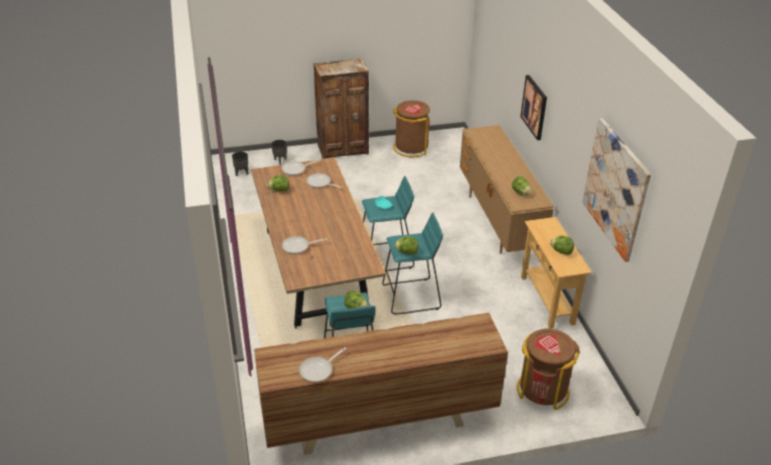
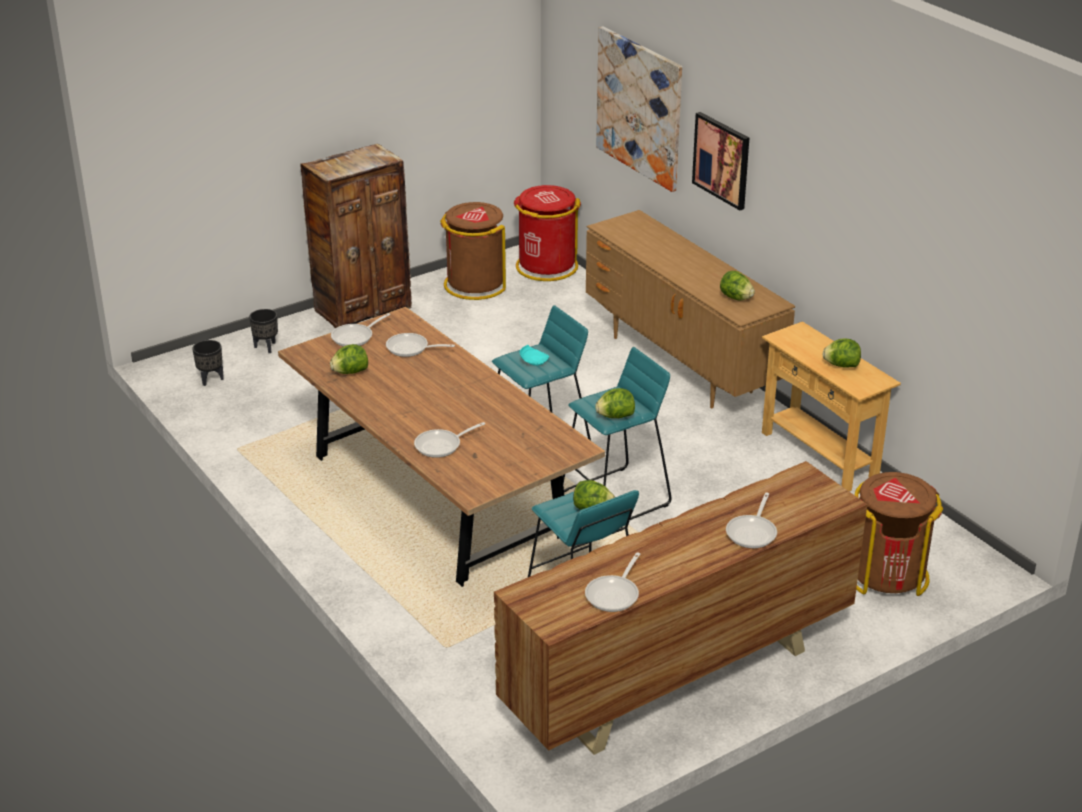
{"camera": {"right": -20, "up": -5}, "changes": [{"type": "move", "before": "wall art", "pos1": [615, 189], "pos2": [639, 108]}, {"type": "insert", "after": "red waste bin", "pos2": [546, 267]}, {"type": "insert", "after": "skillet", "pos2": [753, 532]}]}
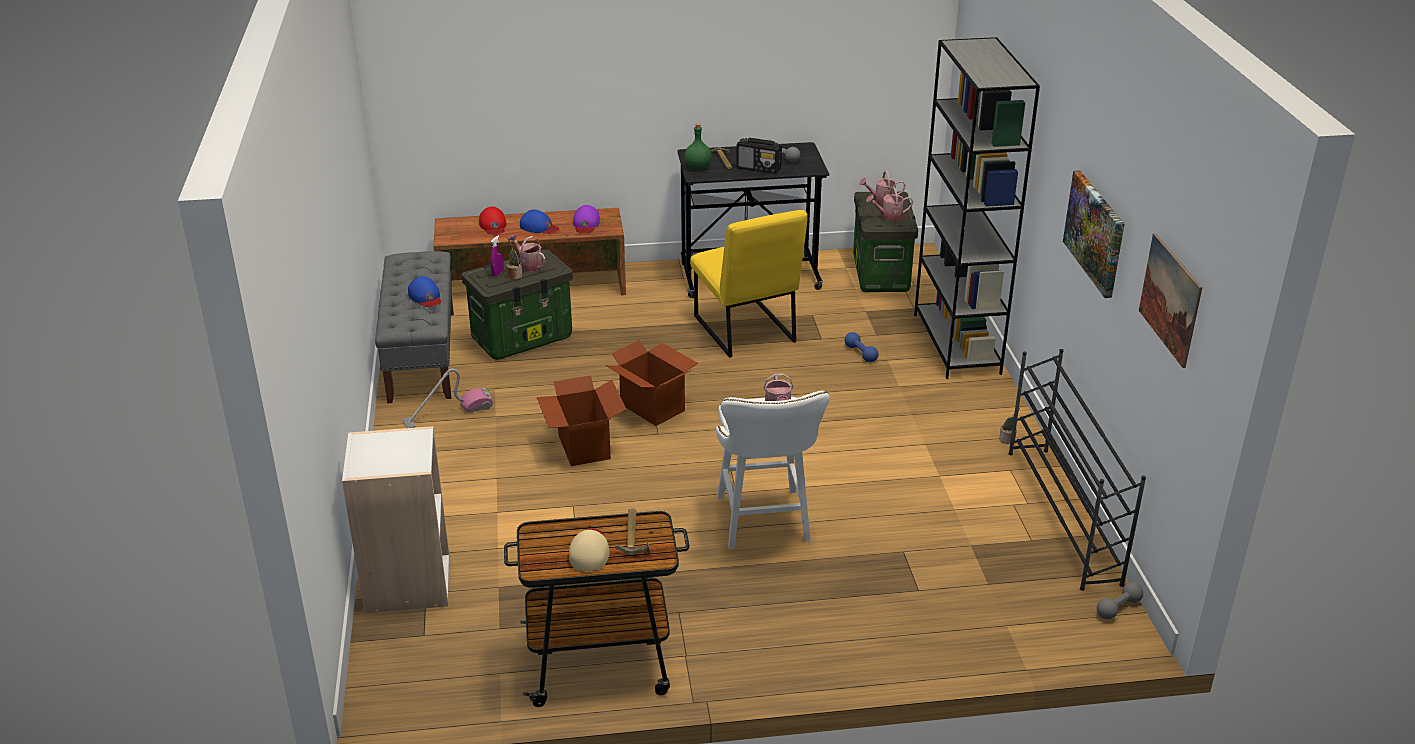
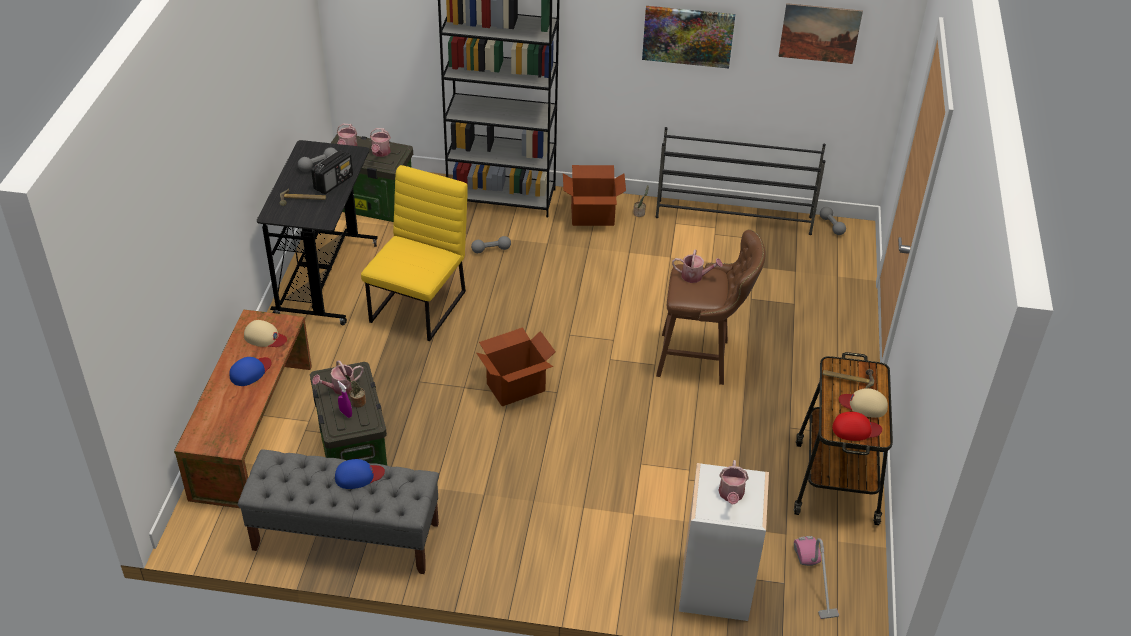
{"camera": {"right": -75, "up": 10}, "changes": [{"type": "delete", "before": "green-coloured beverage bottle", "pos1": [698, 167]}, {"type": "recolor", "before": "purple peaked cap", "after": "sand-coloured peaked cap", "pos1": [586, 223], "pos2": [265, 337]}, {"type": "move", "before": "red peaked cap", "pos1": [493, 225], "pos2": [855, 429]}, {"type": "rotate", "before": "yellow-coloured upright chair", "pos1": [745, 330], "pos2": [420, 304], "turn": -60}, {"type": "recolor", "before": "blue-coloured hand weight", "after": "gray hand weight", "pos1": [860, 353], "pos2": [491, 250]}, {"type": "move", "before": "vacuum", "pos1": [448, 413], "pos2": [815, 580]}, {"type": "move", "before": "packing box", "pos1": [583, 447], "pos2": [592, 216]}, {"type": "recolor", "before": "whitish stool", "after": "brown-coloured stool", "pos1": [765, 527], "pos2": [703, 359]}, {"type": "insert", "after": "watering pot", "pos2": [731, 495]}]}
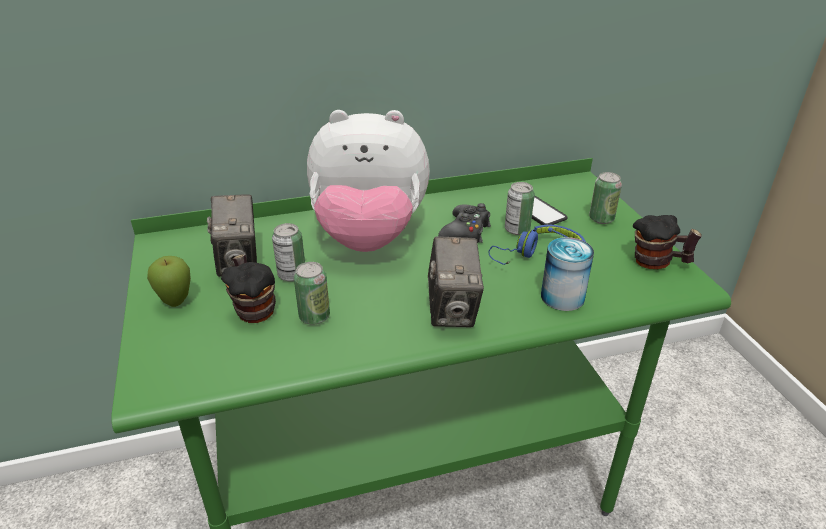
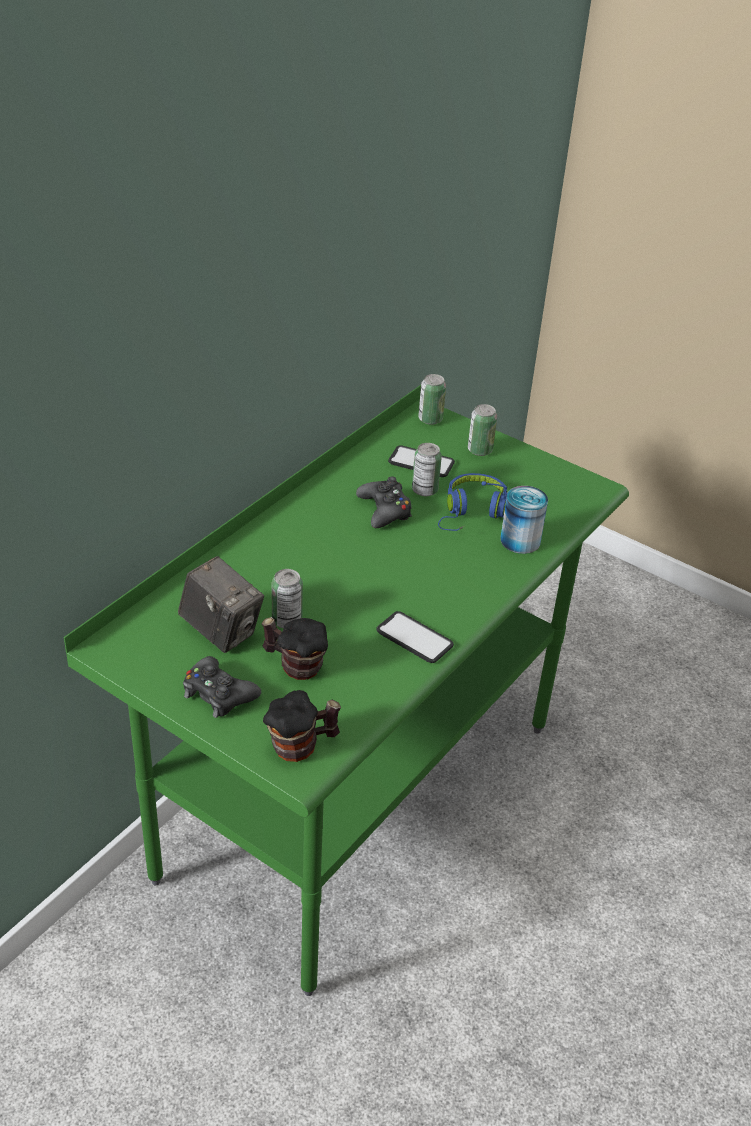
{"camera": {"right": -40, "up": 5}, "changes": [{"type": "delete", "before": "soft toy", "pos1": [369, 237]}, {"type": "move", "before": "tea mug", "pos1": [657, 263], "pos2": [301, 746]}, {"type": "delete", "before": "photo camera", "pos1": [452, 310]}, {"type": "replace", "before": "apple", "after": "black-coloured game controller", "pos1": [176, 302], "pos2": [218, 694]}, {"type": "move", "before": "sealed can", "pos1": [314, 317], "pos2": [430, 419]}, {"type": "insert", "after": "handset", "pos2": [414, 638]}]}
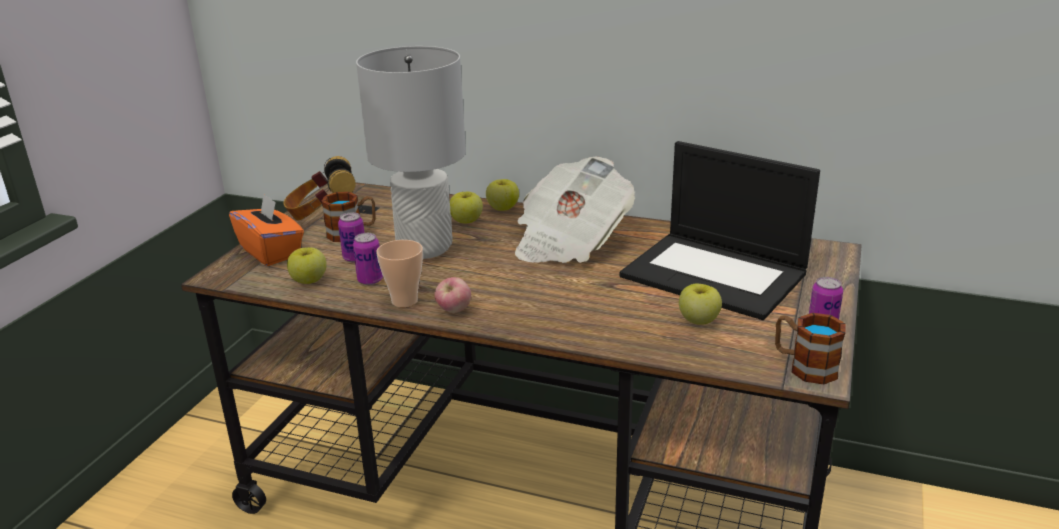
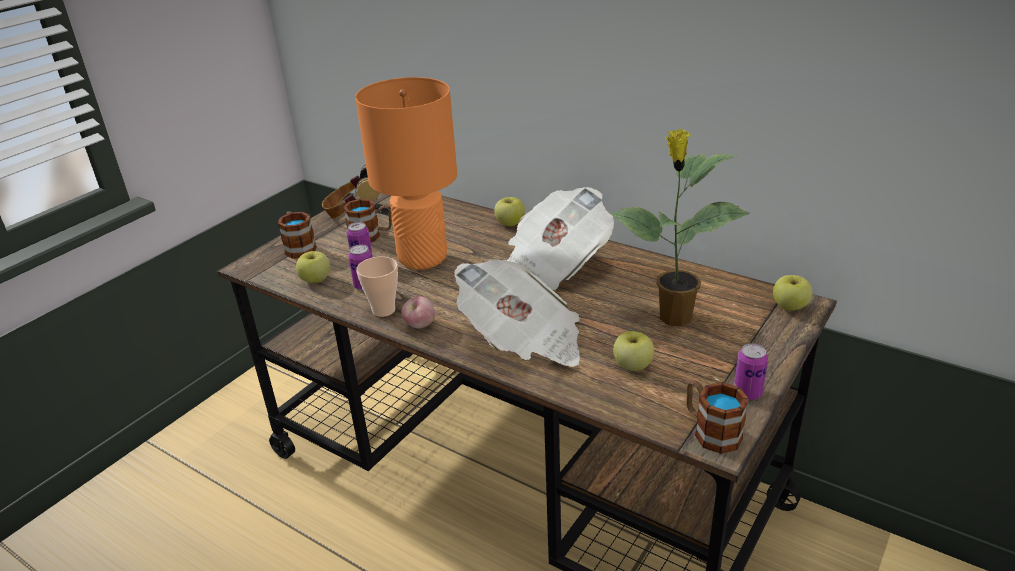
{"camera": {"right": 15, "up": 5}, "changes": [{"type": "recolor", "before": "gray tabletop lamp", "after": "orangey tabletop lamp", "pos1": [424, 251], "pos2": [422, 261]}, {"type": "replace", "before": "notebook computer", "after": "potted plant", "pos1": [716, 275], "pos2": [673, 318]}, {"type": "move", "before": "apple", "pos1": [466, 221], "pos2": [790, 307]}, {"type": "replace", "before": "orangey box of tissues", "after": "tea mug", "pos1": [271, 252], "pos2": [299, 247]}, {"type": "insert", "after": "printed paper", "pos2": [523, 341]}]}
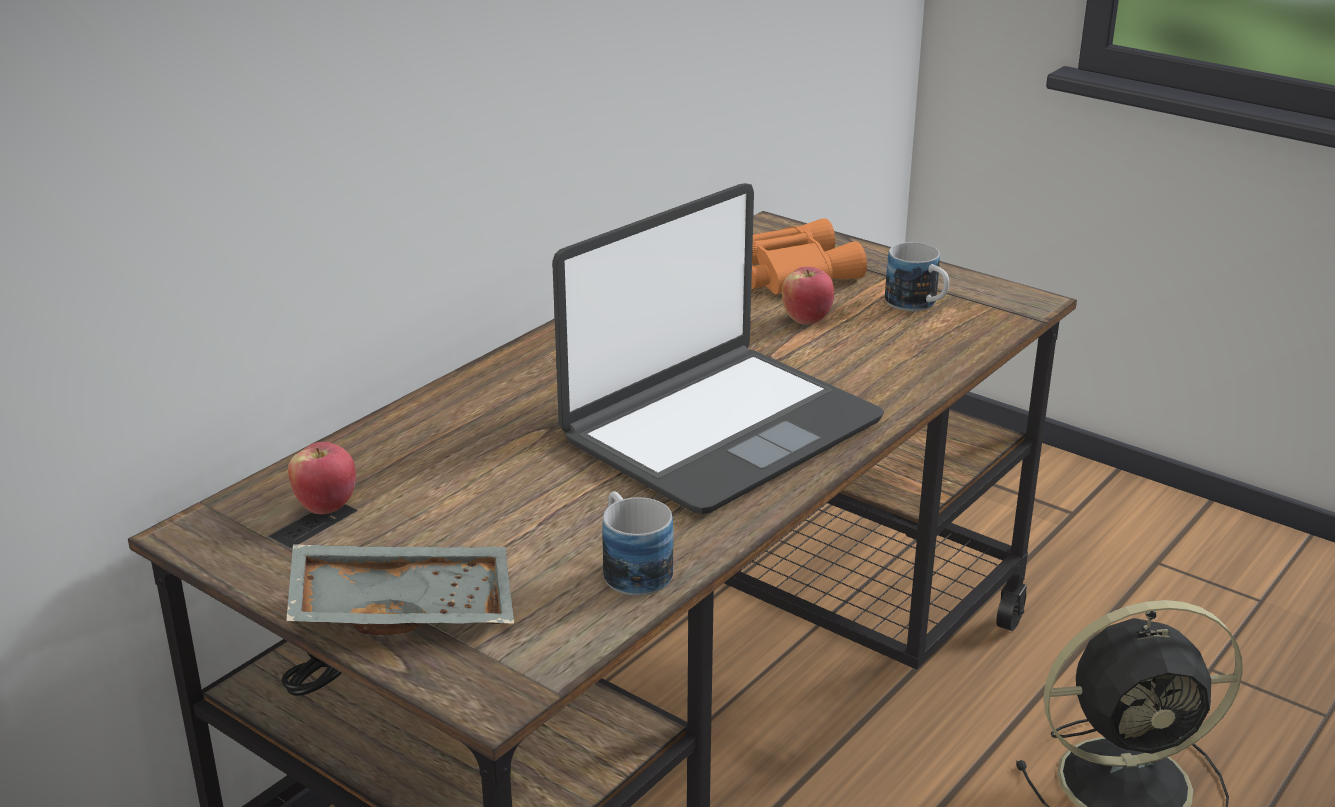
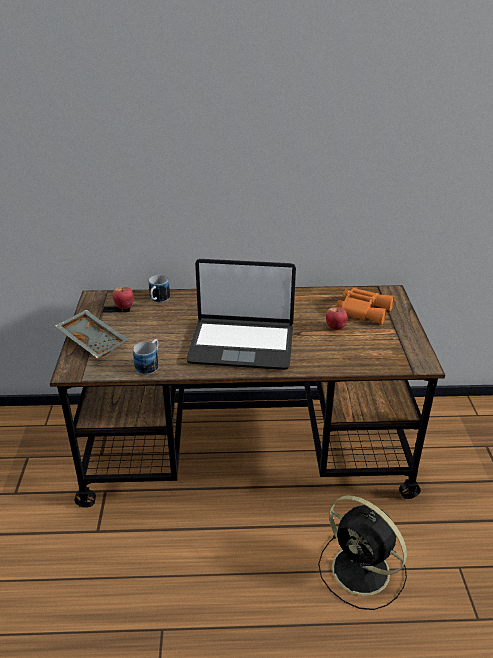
{"camera": {"right": 50, "up": 5}, "changes": [{"type": "move", "before": "tea mug", "pos1": [918, 305], "pos2": [158, 300]}]}
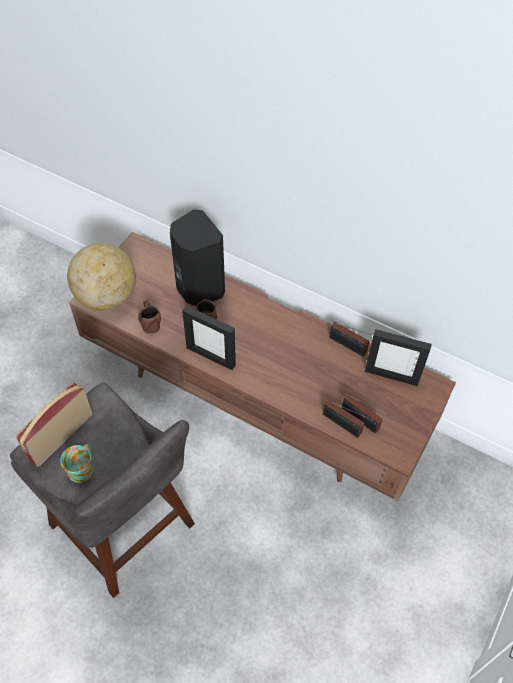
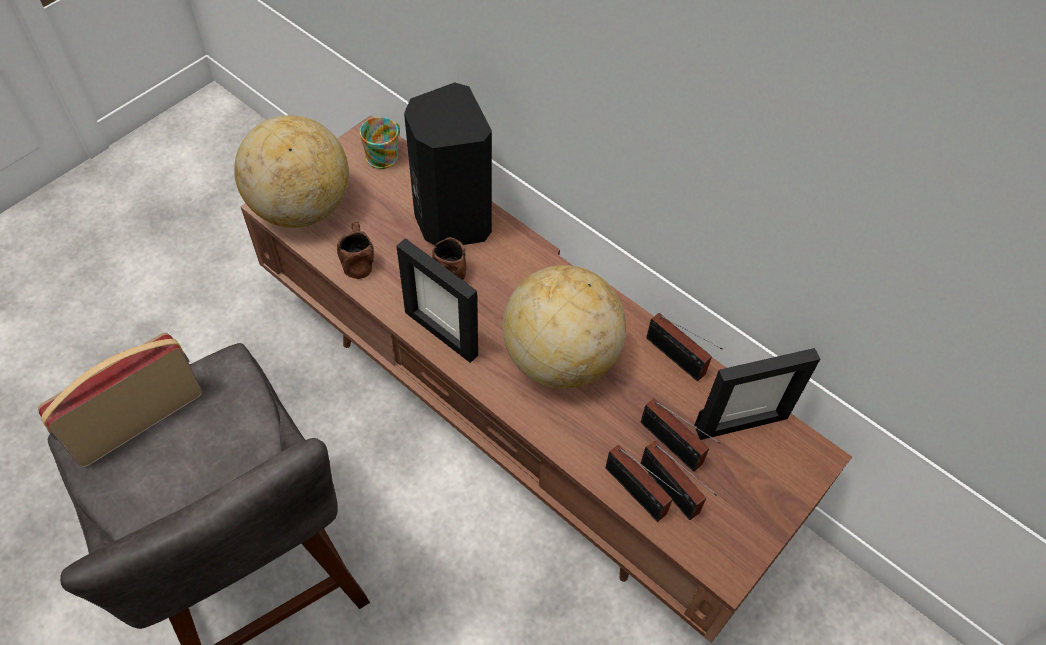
{"camera": {"right": 10, "up": 0}, "changes": [{"type": "rotate", "before": "photo frame", "pos1": [392, 375], "pos2": [741, 422], "turn": -45}, {"type": "move", "before": "tea mug", "pos1": [83, 468], "pos2": [385, 154]}, {"type": "insert", "after": "desk globe", "pos2": [560, 358]}, {"type": "insert", "after": "radio", "pos2": [673, 447]}]}
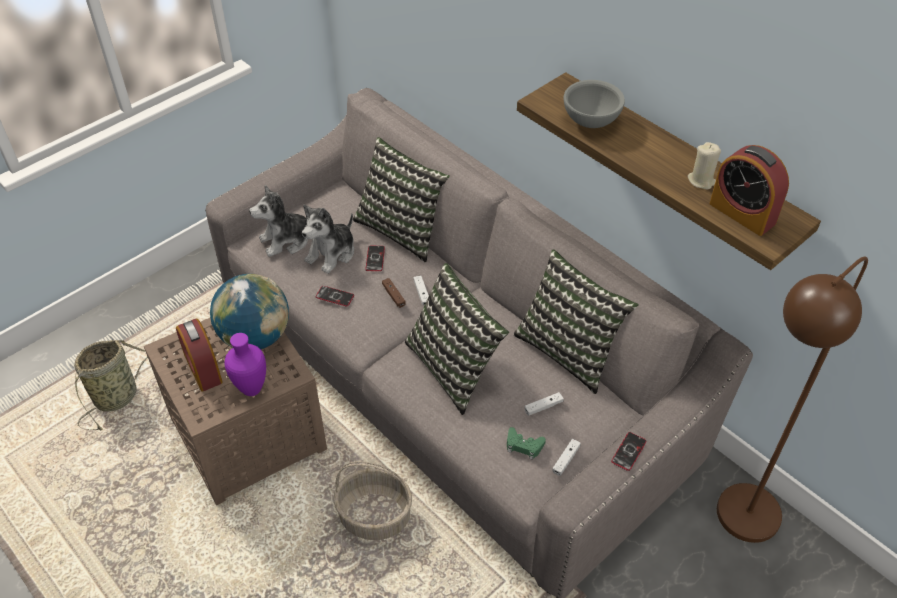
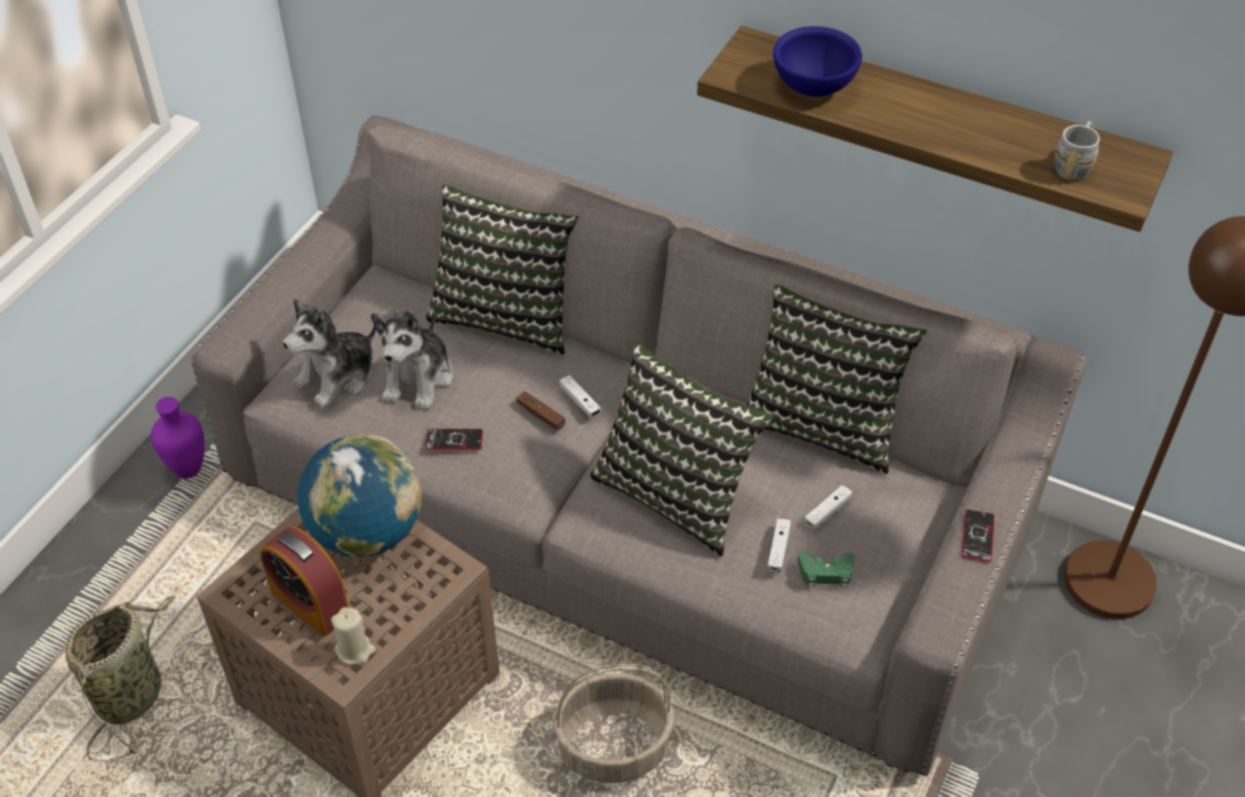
{"camera": {"right": -20, "up": 0}, "changes": [{"type": "recolor", "before": "gray bowl", "after": "blue-coloured bowl", "pos1": [591, 121], "pos2": [814, 87]}, {"type": "move", "before": "sand-coloured wax candle", "pos1": [702, 180], "pos2": [355, 650]}, {"type": "replace", "before": "alarm clock", "after": "gray tea mug", "pos1": [742, 213], "pos2": [1074, 165]}, {"type": "delete", "before": "handset", "pos1": [375, 259]}, {"type": "move", "before": "purple decorative vase", "pos1": [253, 389], "pos2": [190, 469]}, {"type": "move", "before": "whitish game controller", "pos1": [566, 459], "pos2": [778, 549]}]}
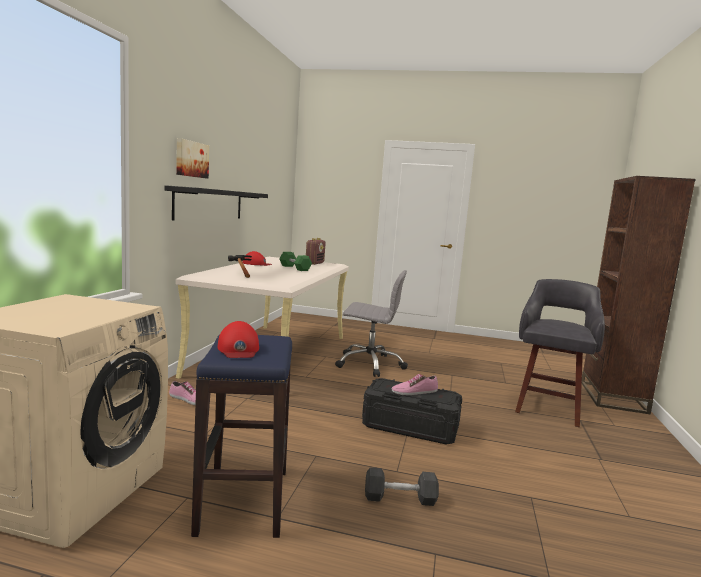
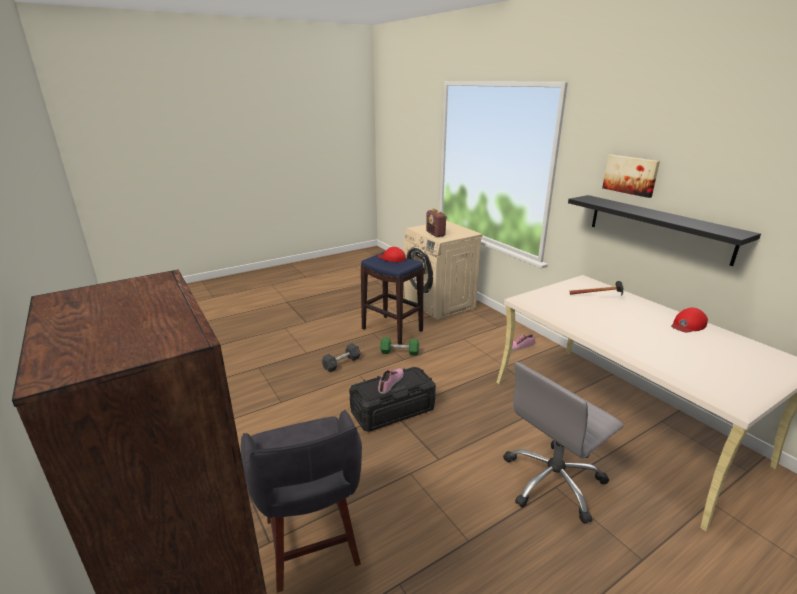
{"camera": {"right": 135, "up": 15}, "changes": [{"type": "move", "before": "radio", "pos1": [314, 263], "pos2": [435, 234]}, {"type": "move", "before": "green-coloured hand weight", "pos1": [294, 268], "pos2": [399, 352]}]}
